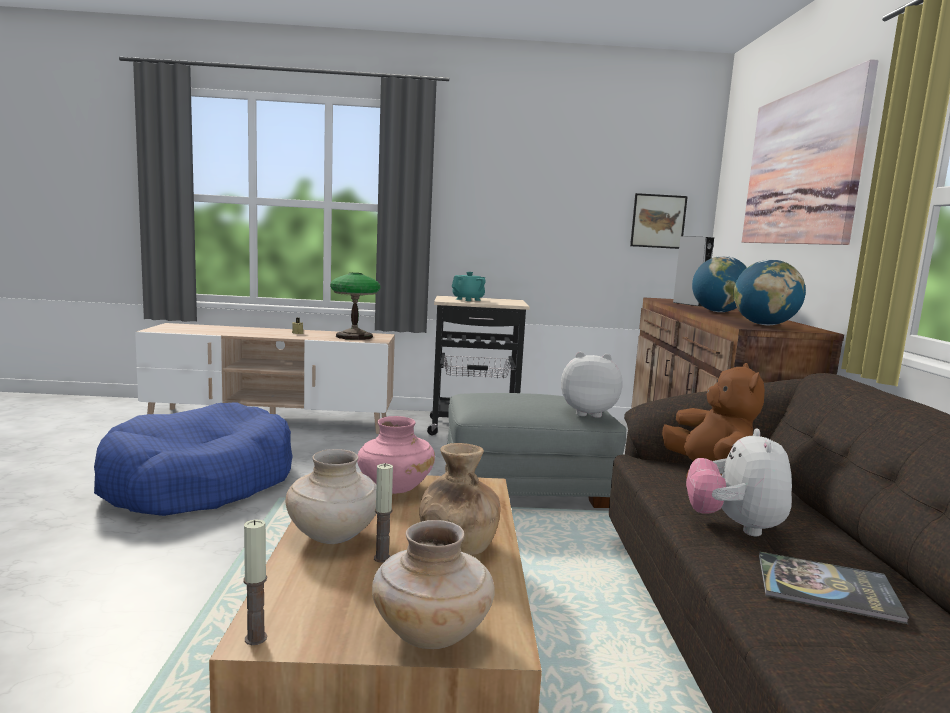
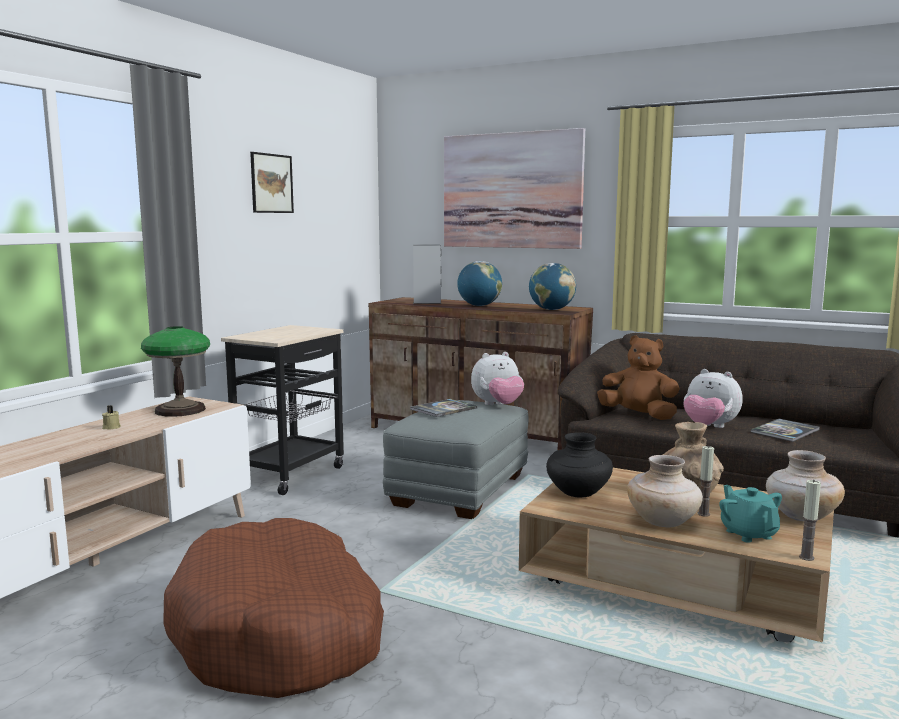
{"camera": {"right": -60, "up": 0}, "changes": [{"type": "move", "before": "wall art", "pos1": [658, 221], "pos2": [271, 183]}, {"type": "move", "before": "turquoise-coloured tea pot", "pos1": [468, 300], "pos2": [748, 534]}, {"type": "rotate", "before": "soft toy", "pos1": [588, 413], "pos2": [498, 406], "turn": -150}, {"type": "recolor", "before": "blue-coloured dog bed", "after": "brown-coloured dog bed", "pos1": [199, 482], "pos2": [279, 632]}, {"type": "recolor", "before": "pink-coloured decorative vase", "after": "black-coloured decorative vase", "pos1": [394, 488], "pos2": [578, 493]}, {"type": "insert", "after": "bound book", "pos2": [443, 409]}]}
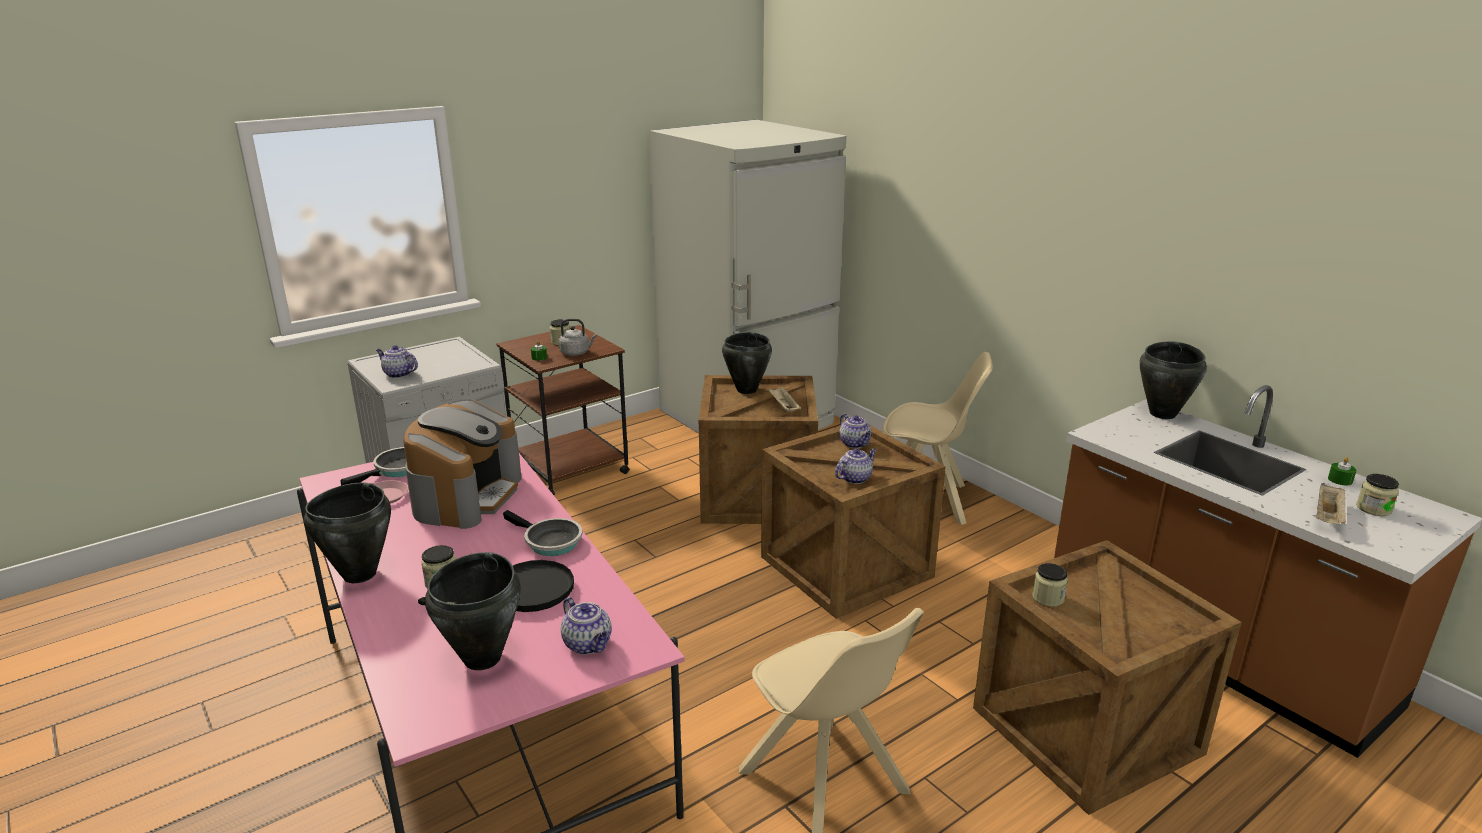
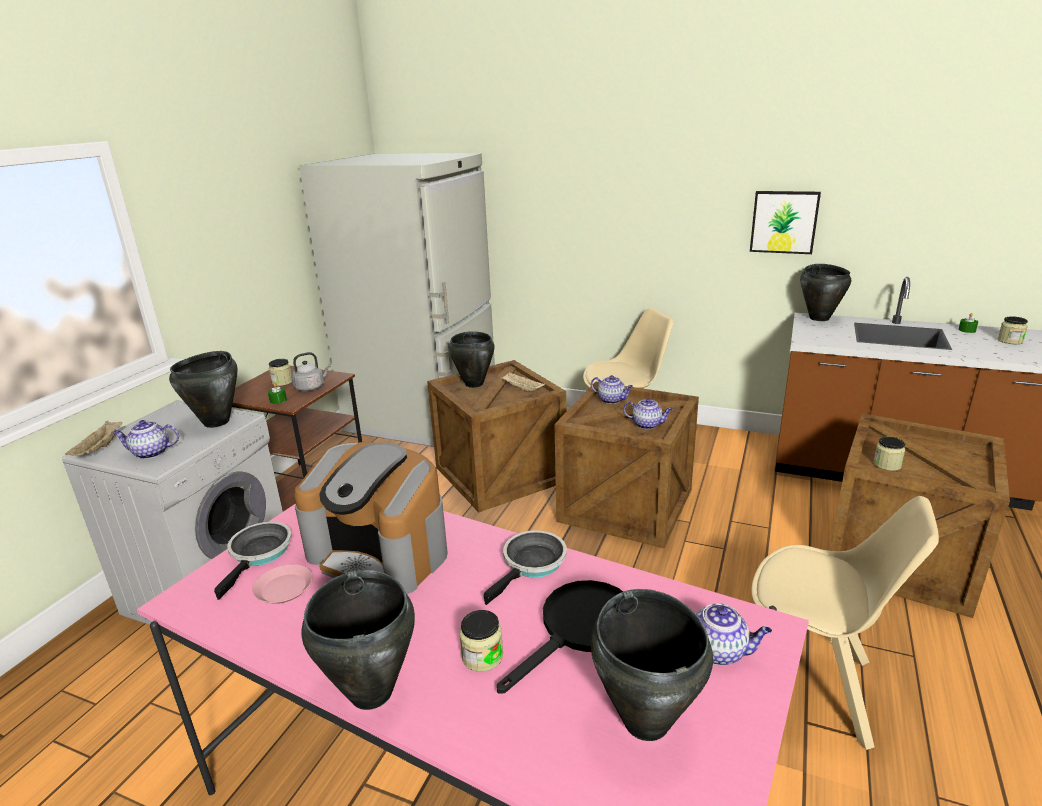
{"camera": {"right": -30, "up": 0}, "changes": [{"type": "rotate", "before": "coffee brewer", "pos1": [466, 496], "pos2": [381, 552], "turn": 135}, {"type": "rotate", "before": "tea pot", "pos1": [855, 478], "pos2": [647, 425], "turn": 90}, {"type": "move", "before": "sand-coloured tray", "pos1": [1328, 517], "pos2": [99, 449]}, {"type": "rotate", "before": "skillet", "pos1": [549, 542], "pos2": [532, 564], "turn": -60}, {"type": "insert", "after": "wall art", "pos2": [784, 222]}, {"type": "insert", "after": "black-coloured stockpot", "pos2": [217, 422]}]}
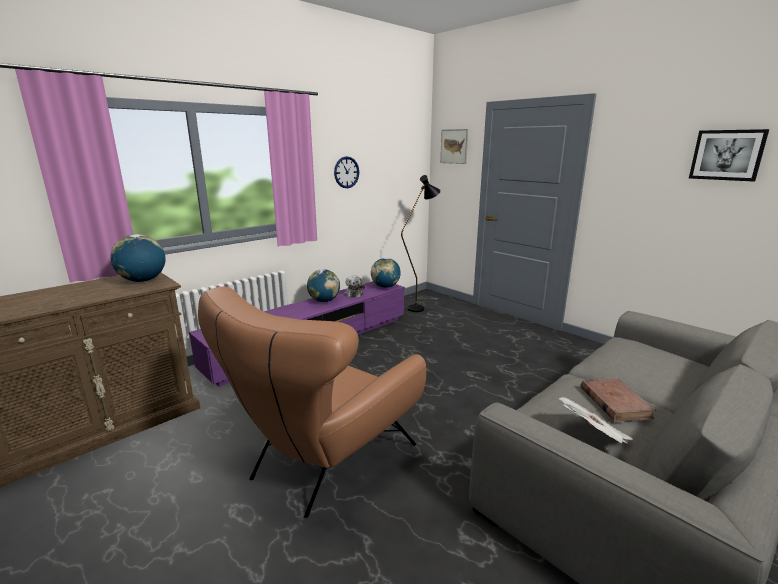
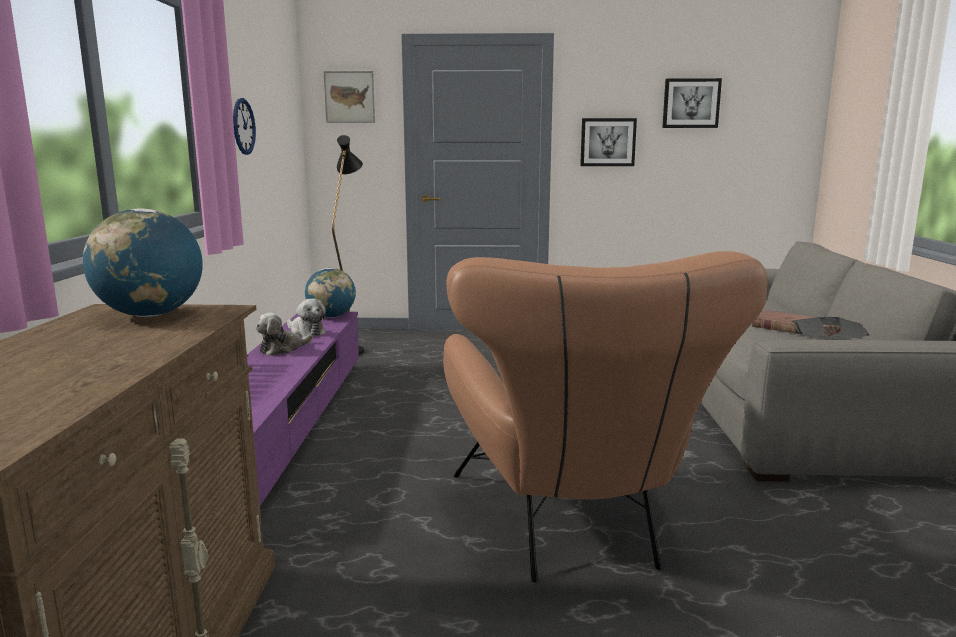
{"camera": {"right": -45, "up": -5}, "changes": [{"type": "replace", "before": "desk globe", "after": "soft toy", "pos1": [324, 301], "pos2": [282, 349]}, {"type": "insert", "after": "wall art", "pos2": [607, 142]}]}
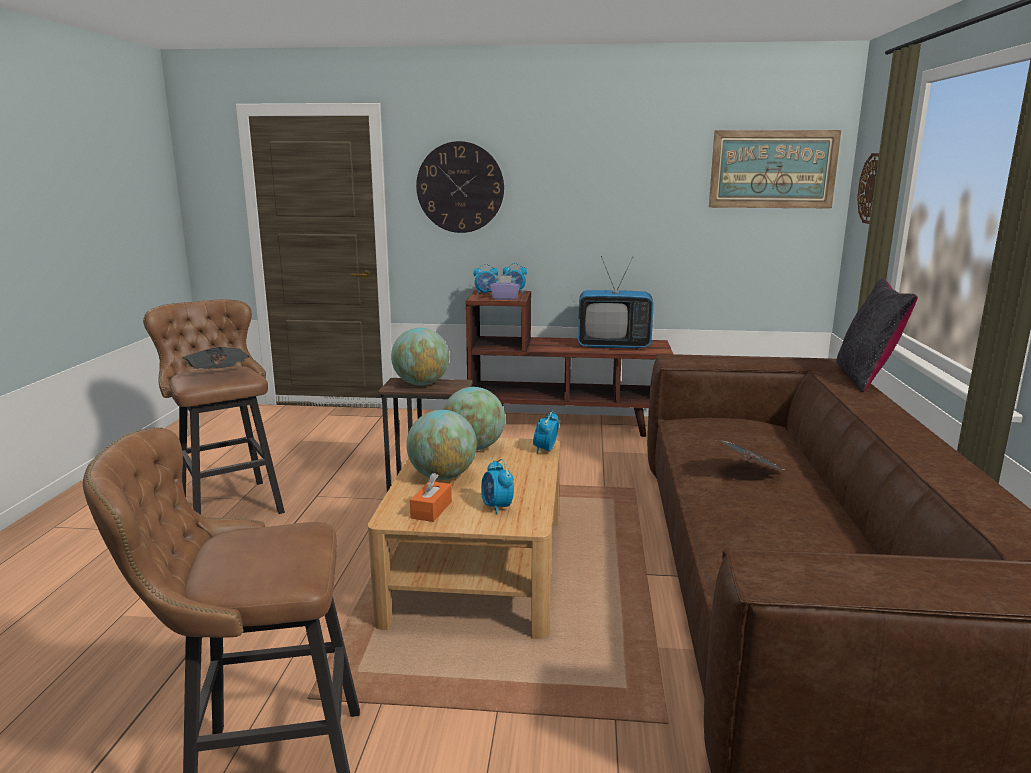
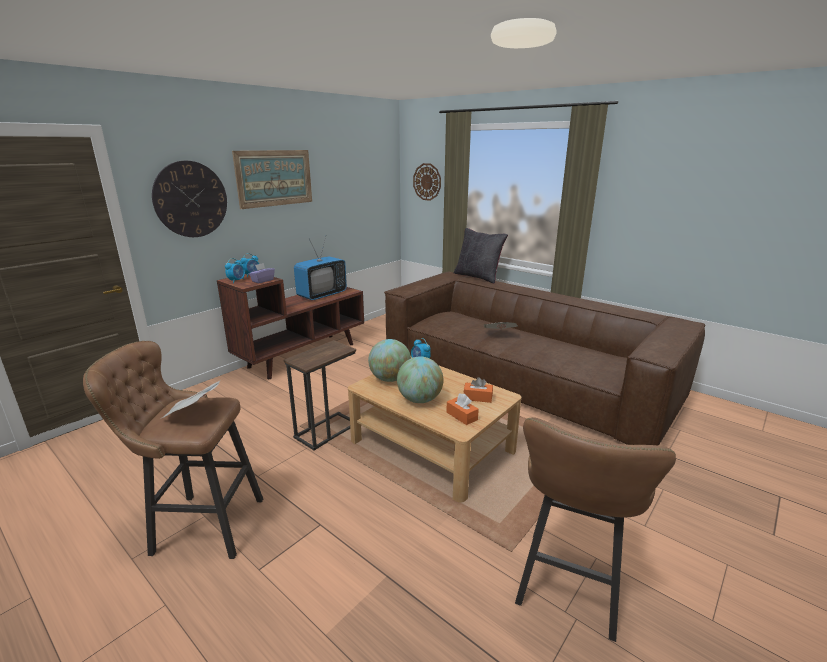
{"camera": {"right": -55, "up": 5}, "changes": [{"type": "move", "before": "wall art", "pos1": [773, 169], "pos2": [274, 178]}, {"type": "delete", "before": "desk globe", "pos1": [421, 384]}, {"type": "replace", "before": "alarm clock", "after": "orangey box of tissues", "pos1": [497, 507], "pos2": [477, 397]}]}
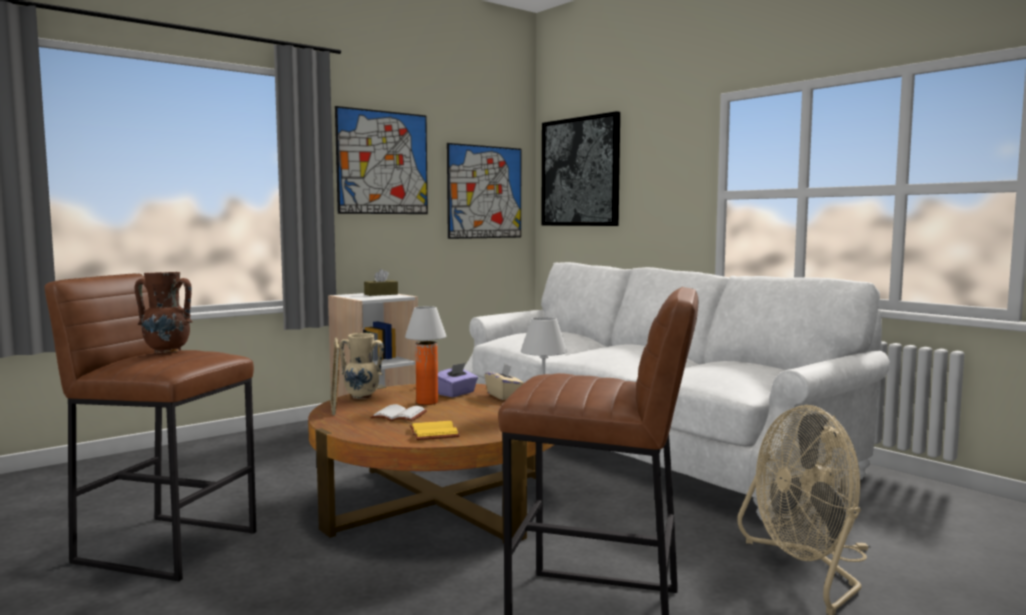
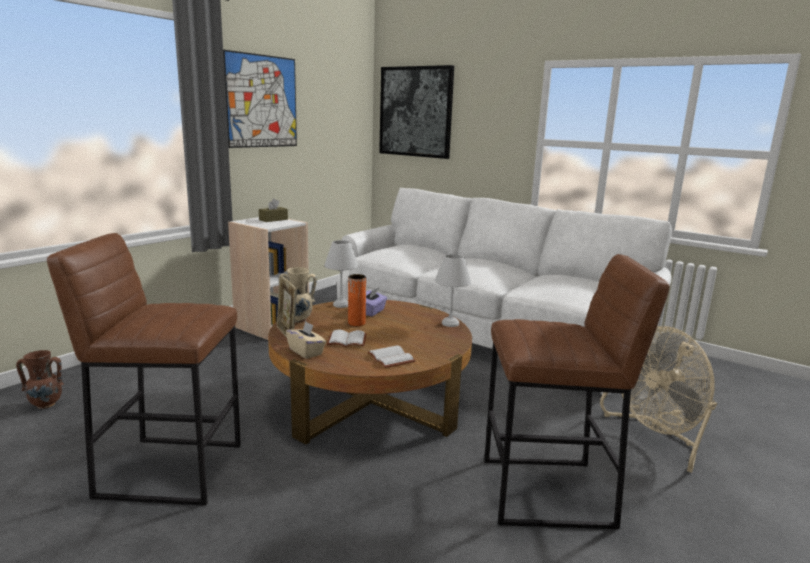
{"camera": {"right": -15, "up": 10}, "changes": [{"type": "delete", "before": "wall art", "pos1": [485, 192]}, {"type": "move", "before": "brown-coloured decorative vase", "pos1": [166, 351], "pos2": [45, 404]}, {"type": "move", "before": "sand-coloured box of tissues", "pos1": [504, 396], "pos2": [306, 352]}, {"type": "recolor", "before": "yellow-coloured bound book", "after": "whitish bound book", "pos1": [432, 433], "pos2": [389, 358]}]}
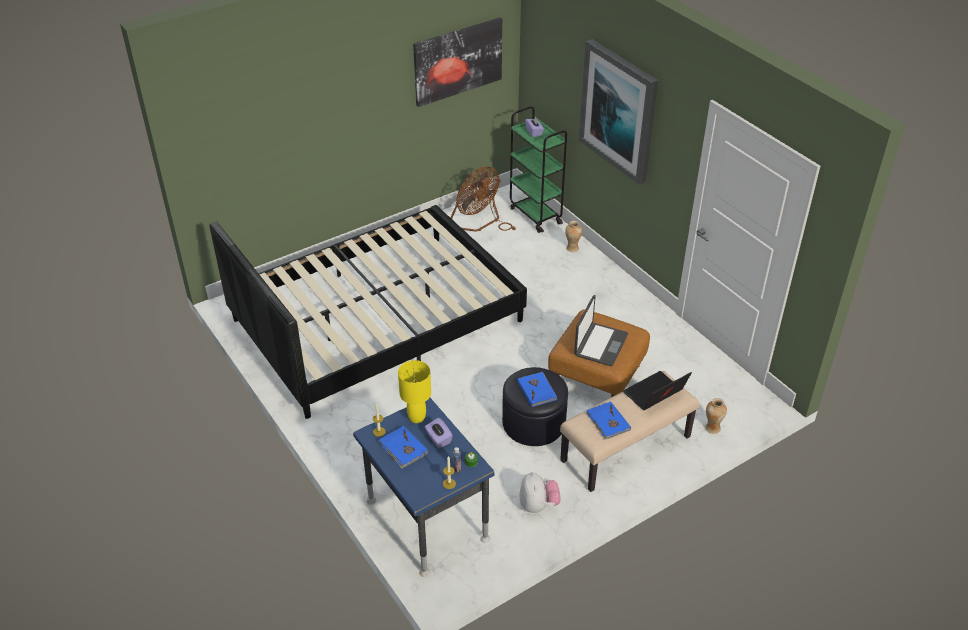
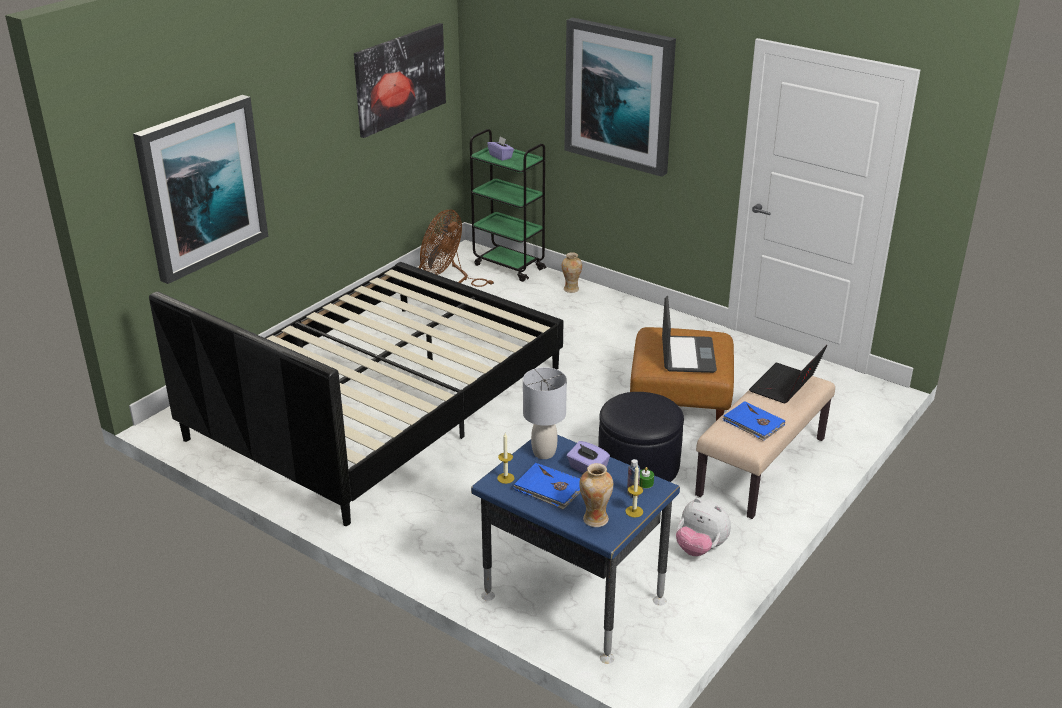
{"camera": {"right": -20, "up": -10}, "changes": [{"type": "recolor", "before": "yellow-coloured tabletop lamp", "after": "gray tabletop lamp", "pos1": [417, 418], "pos2": [544, 453]}, {"type": "delete", "before": "blue-coloured bound book", "pos1": [537, 390]}, {"type": "move", "before": "decorative vase", "pos1": [712, 428], "pos2": [595, 519]}, {"type": "rotate", "before": "soft toy", "pos1": [538, 505], "pos2": [700, 548], "turn": 150}, {"type": "insert", "after": "wall art", "pos2": [201, 187]}]}
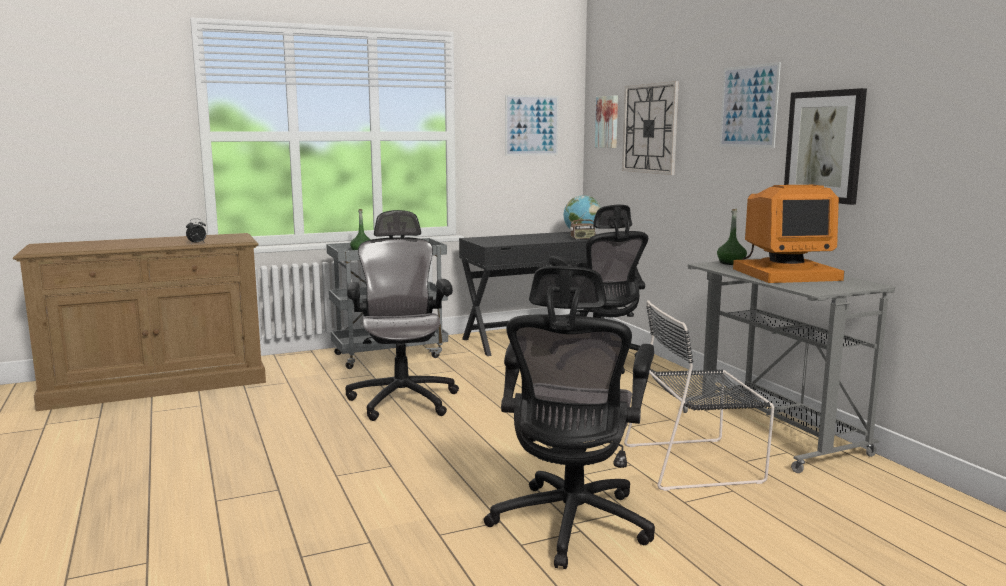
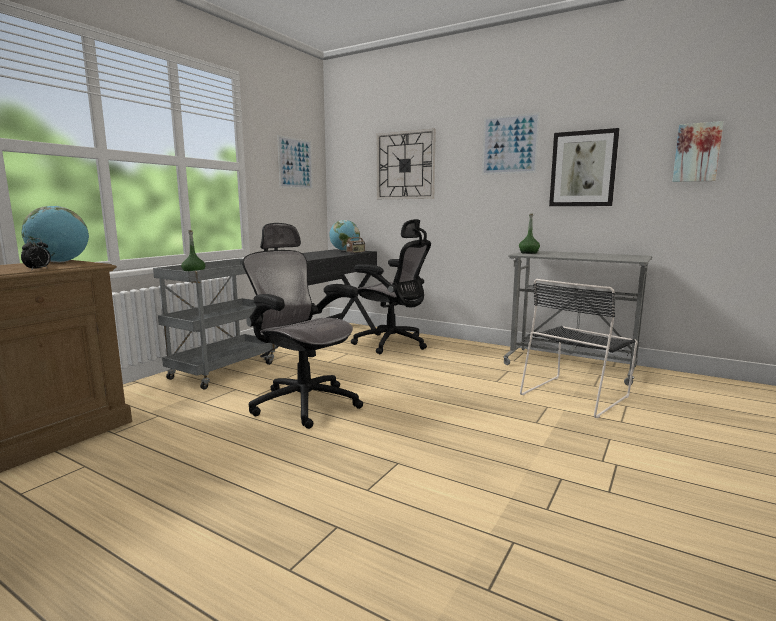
{"camera": {"right": -35, "up": 0}, "changes": [{"type": "move", "before": "wall art", "pos1": [608, 122], "pos2": [697, 152]}, {"type": "delete", "before": "computer screen", "pos1": [785, 274]}, {"type": "delete", "before": "desk chair", "pos1": [572, 524]}, {"type": "insert", "after": "desk globe", "pos2": [60, 262]}]}
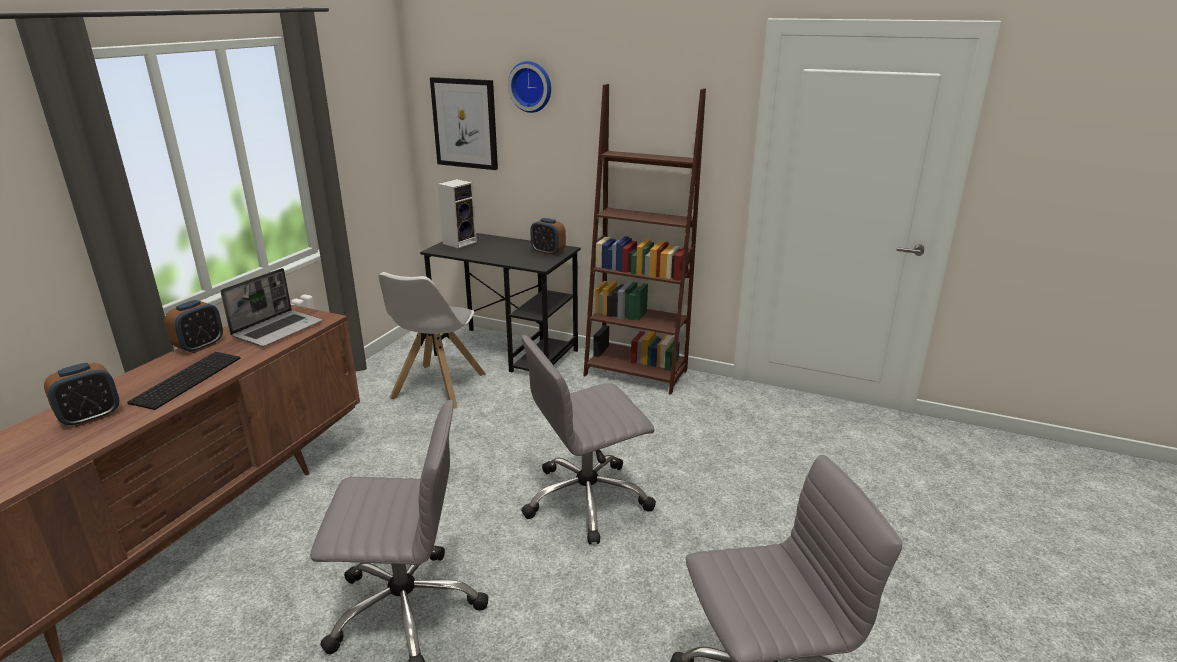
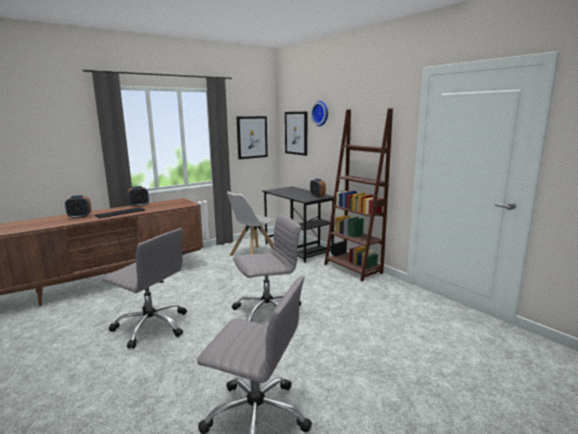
{"camera": {"right": 30, "up": -10}, "changes": [{"type": "delete", "before": "speaker", "pos1": [460, 242]}, {"type": "delete", "before": "notebook computer", "pos1": [278, 329]}, {"type": "rotate", "before": "gray desk chair", "pos1": [586, 500], "pos2": [267, 312], "turn": 150}, {"type": "insert", "after": "wall art", "pos2": [252, 137]}]}
